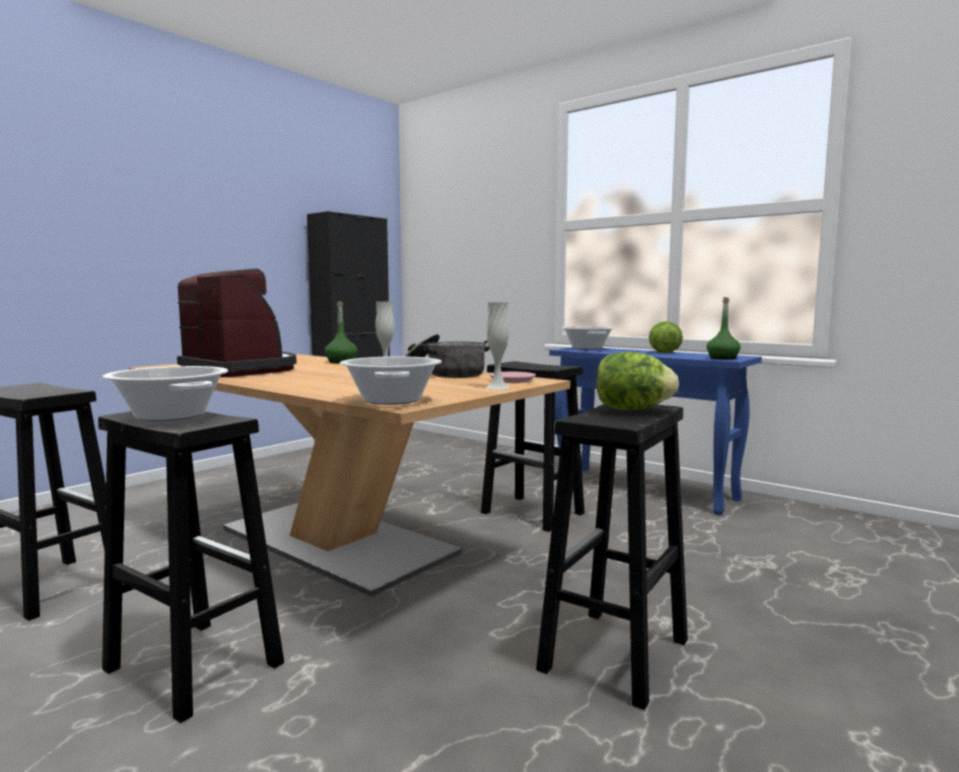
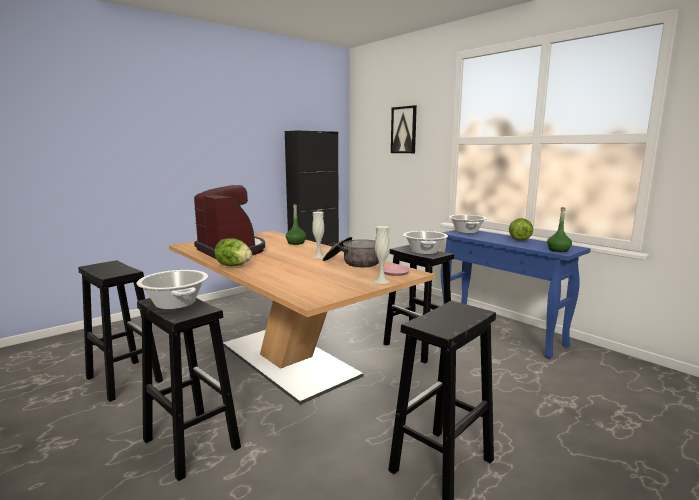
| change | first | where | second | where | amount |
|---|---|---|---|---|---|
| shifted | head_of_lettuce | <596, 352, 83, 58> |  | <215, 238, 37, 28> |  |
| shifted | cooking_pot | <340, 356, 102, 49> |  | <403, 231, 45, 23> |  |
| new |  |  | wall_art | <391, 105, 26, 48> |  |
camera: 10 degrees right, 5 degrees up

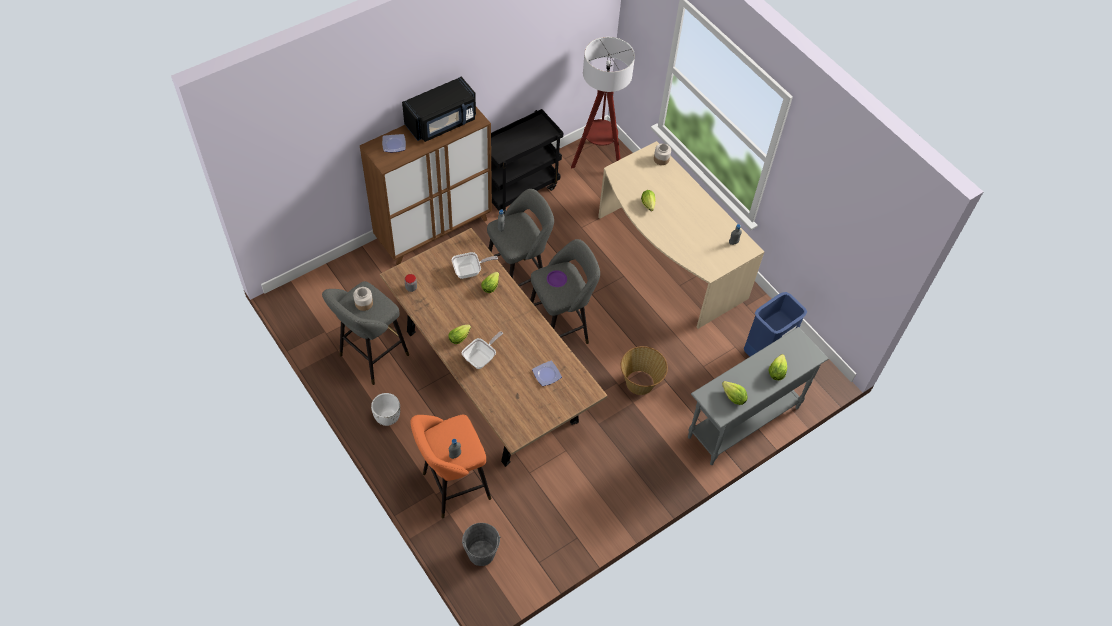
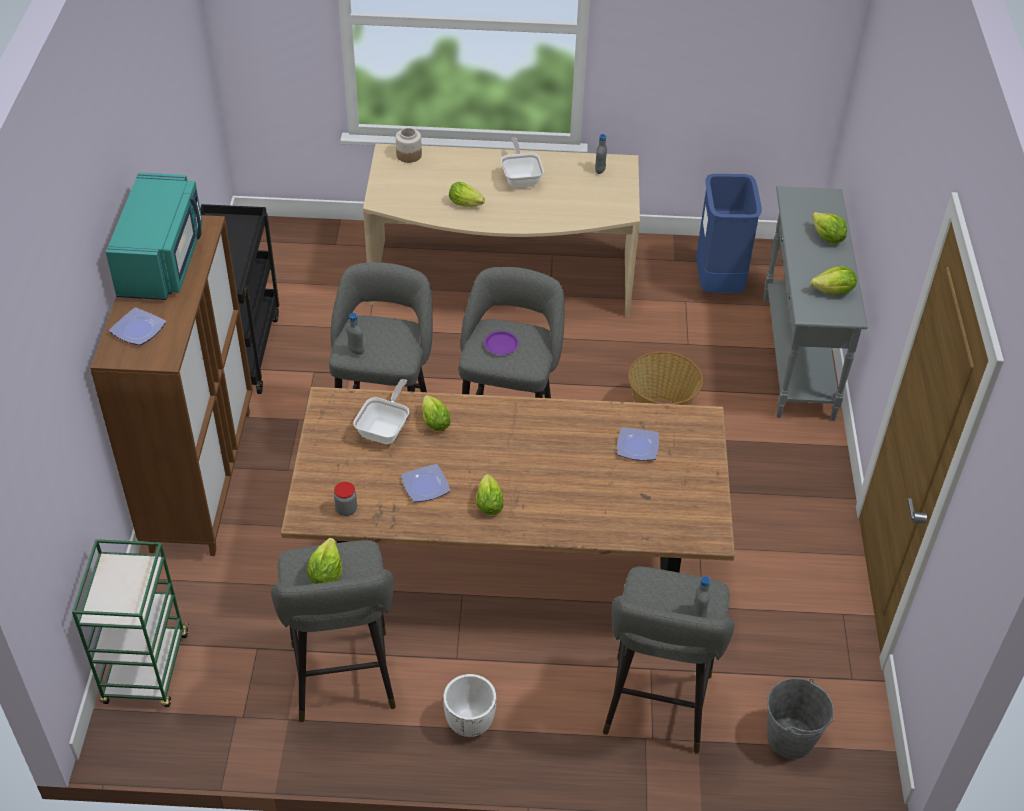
| change | first | where | second | where | amount |
|---|---|---|---|---|---|
| gone | floor_lamp | <571, 37, 64, 131> |  |  |  |
| repainted | black-coloured_microwave_oven | <402, 77, 74, 65> | turquoise-coloured_microwave_oven | <106, 172, 97, 128> |  |
| swapped | preserve_jar | <353, 287, 20, 24> | head_of_lettuce | <306, 538, 36, 46> |  |
| shifted | pan | <462, 331, 41, 38> |  | <501, 137, 43, 51> |  |
| repainted | orangey_sitting_stool | <411, 415, 80, 103> | greyish_sitting_stool | <603, 567, 132, 187> |  |
| new |  |  | dinner_plate | <401, 464, 49, 38> |  |
| new |  |  | greenish_cart | <72, 539, 117, 168> |  |
camera: 50 degrees left, 10 degrees down

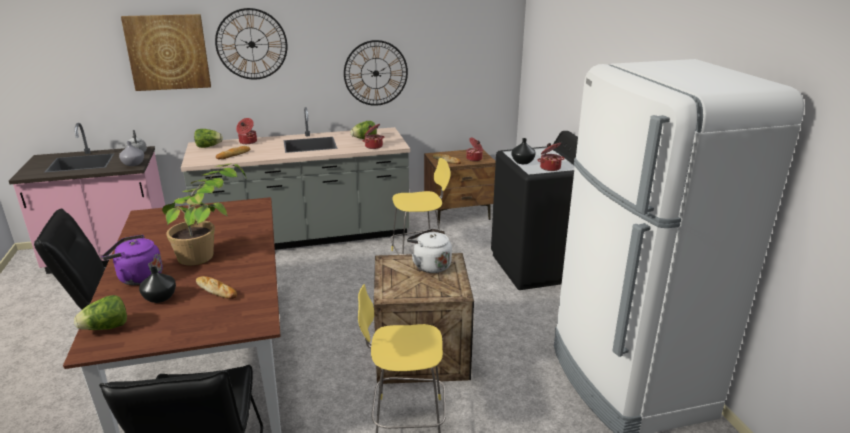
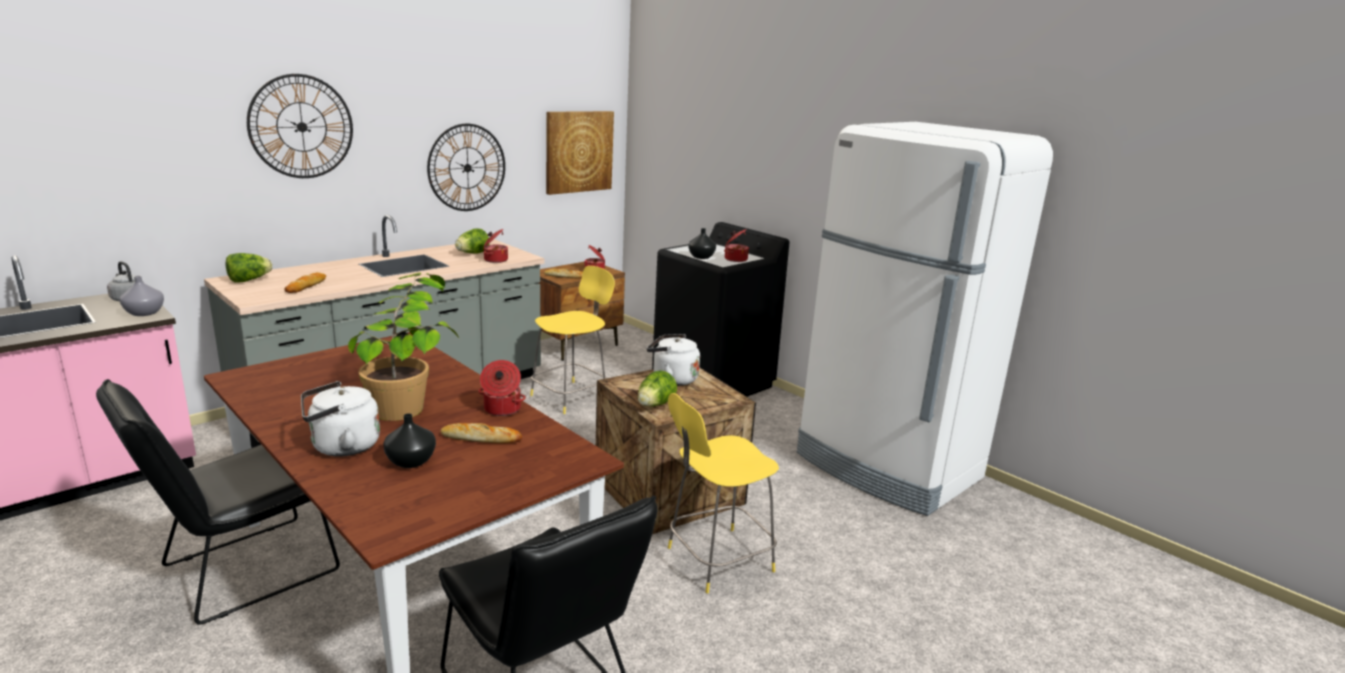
| change | first | where | second | where | amount |
|---|---|---|---|---|---|
| shifted | wall_art | <121, 14, 90, 77> |  | <546, 111, 68, 84> |  |
| shifted | cooking_pot | <236, 118, 21, 26> |  | <478, 360, 48, 56> |  |
| repainted | purplish_tea_kettle | <102, 235, 61, 50> | whitish_tea_kettle | <301, 381, 79, 75> |  |
| shifted | head_of_lettuce | <74, 295, 53, 35> |  | <638, 370, 39, 37> |  |
camera: 30 degrees left, 5 degrees down

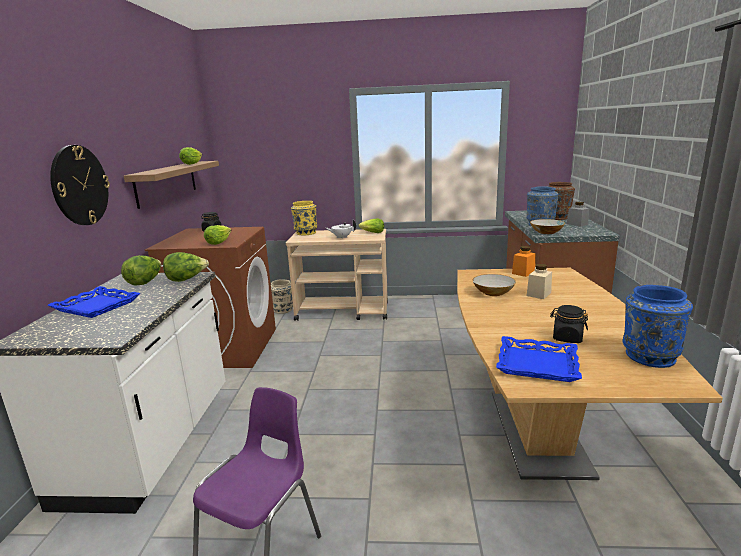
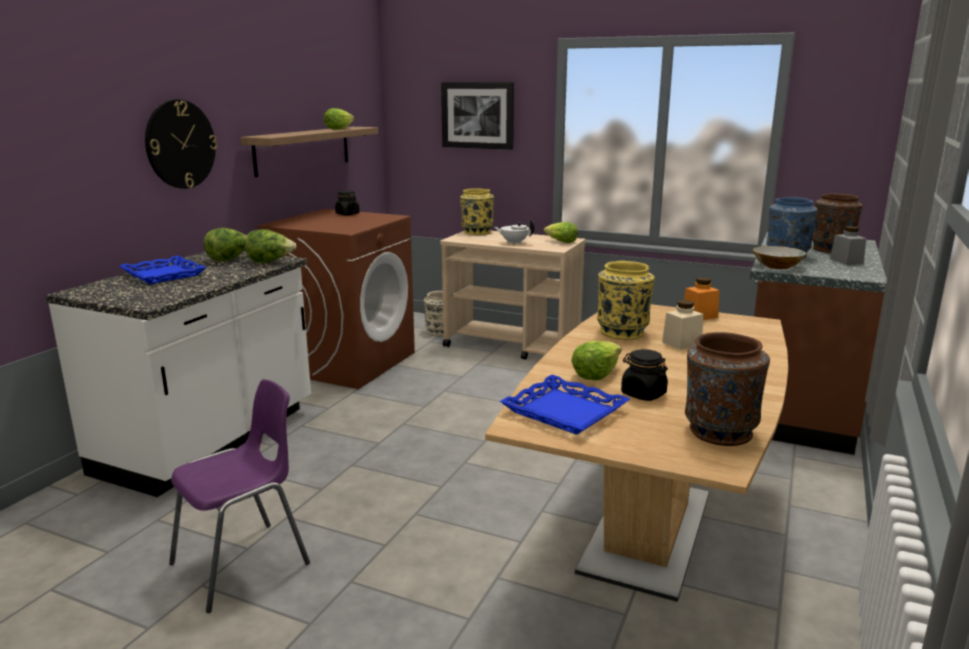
| change | first | where | second | where | amount |
|---|---|---|---|---|---|
| shifted | head_of_lettuce | <204, 225, 27, 20> |  | <571, 341, 51, 39> |  |
| swapped | deep_dish | <473, 274, 43, 22> | yellow_vase | <597, 261, 58, 79> |  |
| repainted | bluish_vase | <622, 285, 71, 83> | brown-coloured_vase | <685, 332, 85, 114> |  |
| new |  |  | wall_art | <441, 82, 73, 68> |  |
camera: 20 degrees right, 0 degrees up

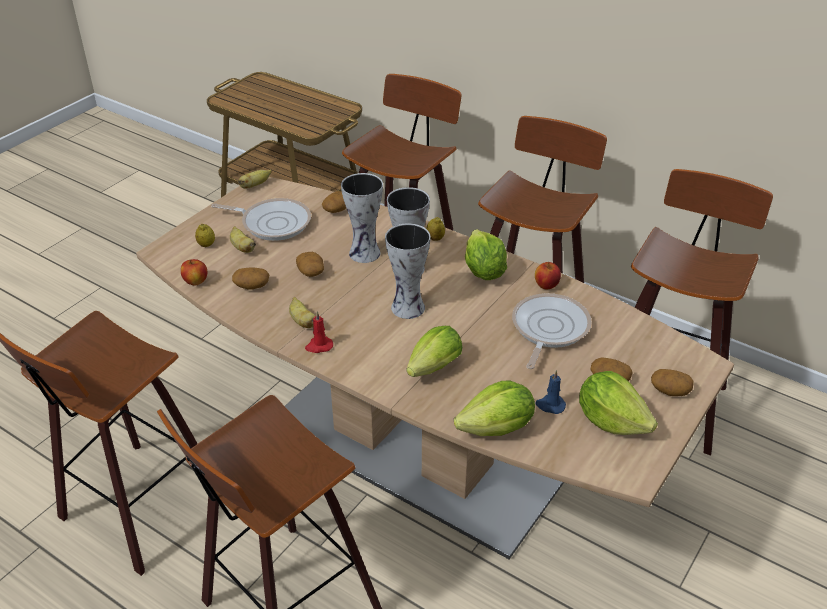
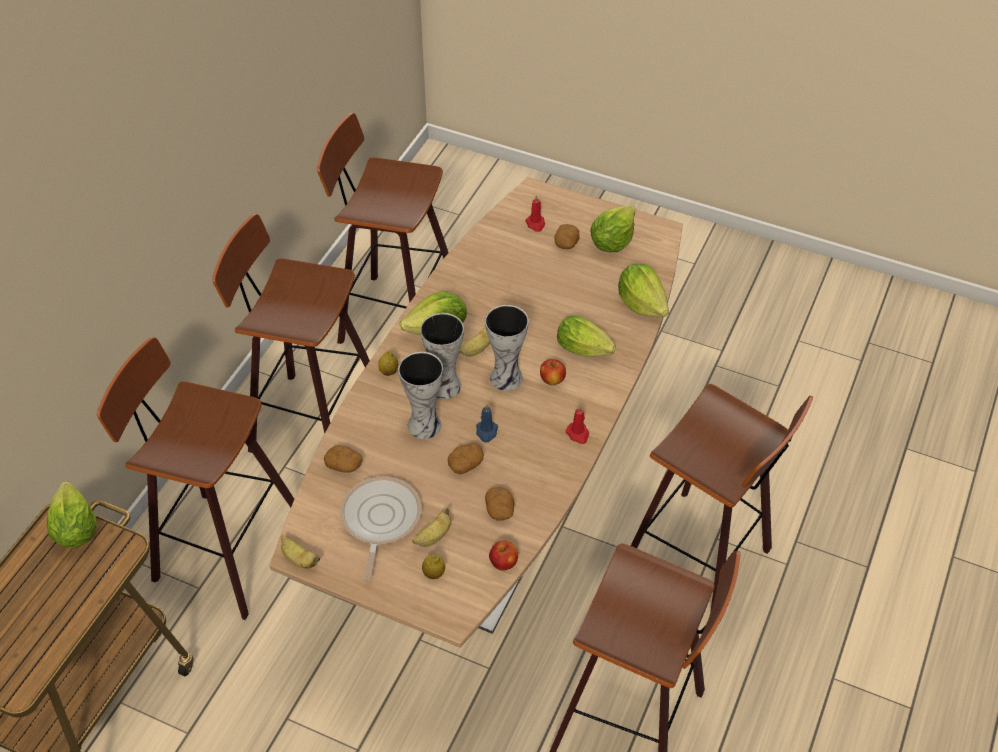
| change | first | where | second | where | amount |
|---|---|---|---|---|---|
| shifted | whole_apple | <535, 262, 26, 27> |  | <540, 359, 26, 26> |  |
| gone | pan | <512, 293, 80, 76> |  |  |  |
| shifted | banana_fruit | <289, 297, 27, 31> |  | <459, 327, 31, 30> |  |
| gone | spud | <651, 369, 43, 27> |  |  |  |
| shifted | bluish_candle | <535, 370, 31, 44> |  | <476, 404, 22, 39> |  |
| new |  |  | red-coloured_candle | <525, 195, 20, 37> |  |
| new |  |  | head_of_lettuce | <47, 481, 50, 67> |  |
camera: 100 degrees left, 10 degrees up

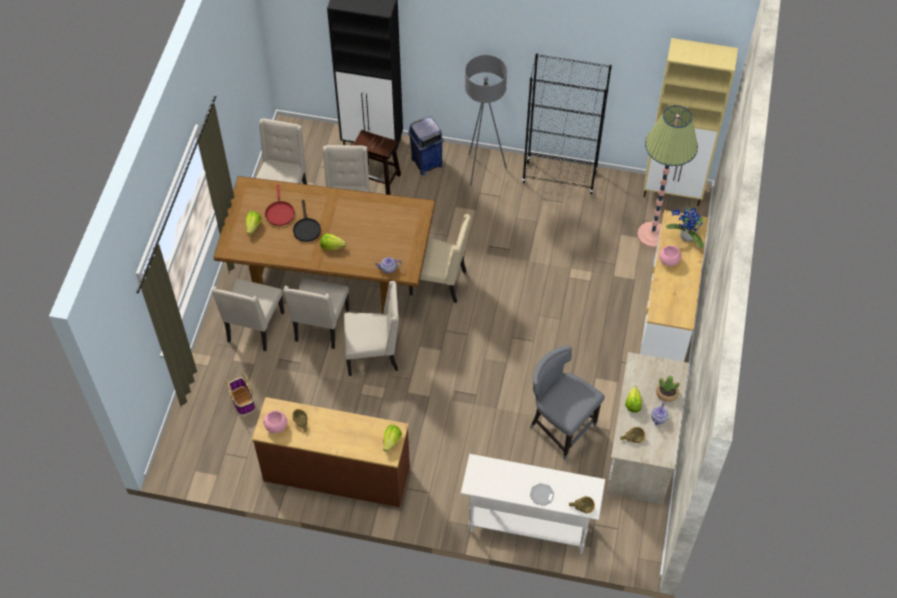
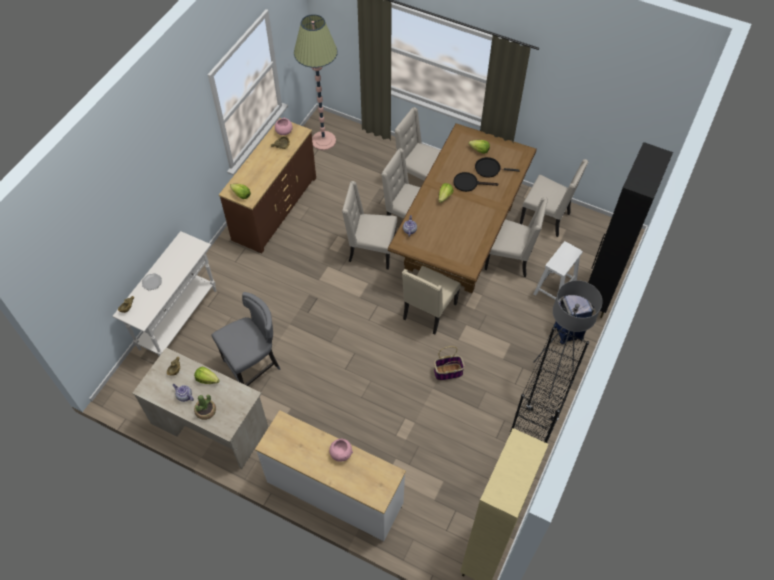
| change | first | where | second | where | amount |
|---|---|---|---|---|---|
| shifted | floor_lamp | <637, 105, 61, 143> |  | <294, 14, 44, 136> |  |
| repainted | brown-coloured_sitting_stool | <353, 130, 48, 65> | whitish_sitting_stool | <533, 241, 50, 61> |  |
| repainted | red-coloured_pan | <265, 184, 30, 42> | black-coloured_pan | <475, 157, 44, 21> |  |
| gone | plant_in_a_pot | <666, 205, 38, 43> |  |  |  |
| rotated | beige-coloured_plain_chair | <344, 281, 55, 95> |  | <342, 181, 55, 89> | 90 degrees clockwise |
| shifted | storage_basket | <226, 373, 29, 42> |  | <434, 346, 31, 35> |  |
camera: 105 degrees right, 0 degrees up

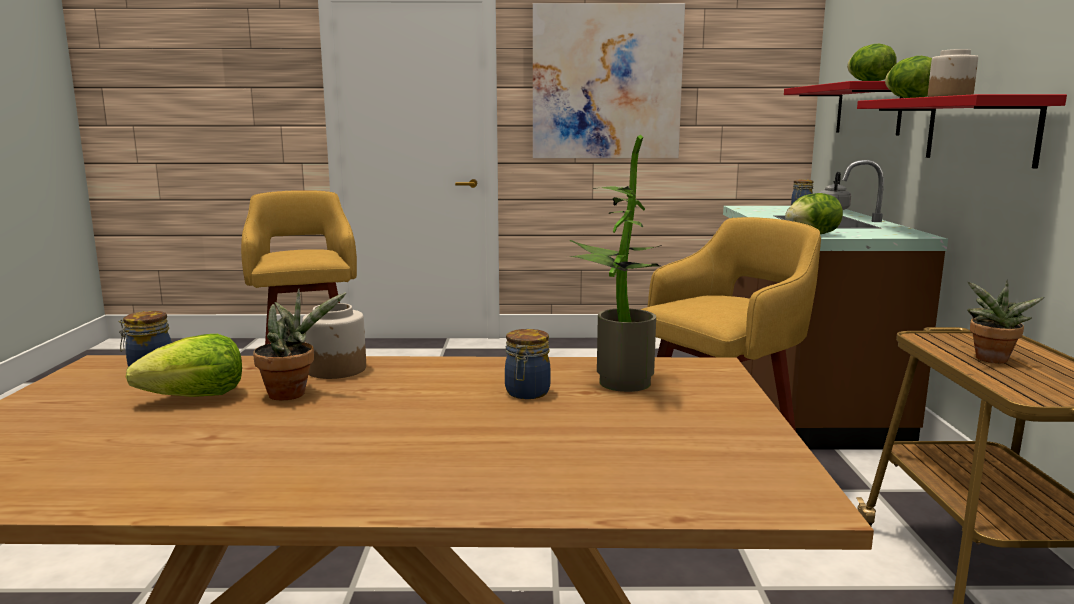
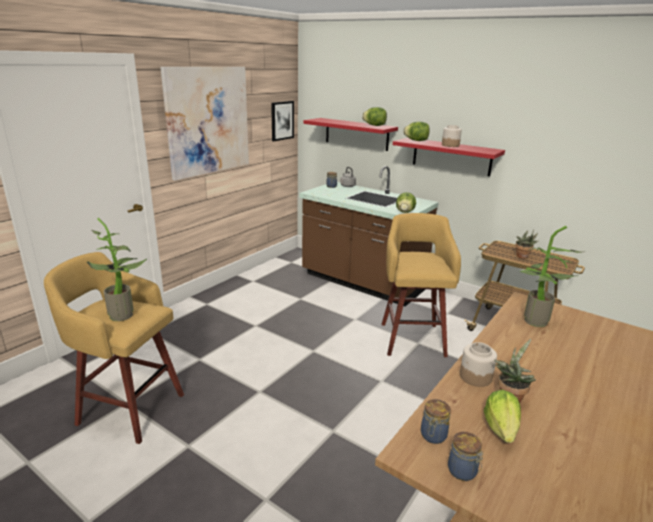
| change | first | where | second | where | amount |
|---|---|---|---|---|---|
| shifted | preserve_jar | <505, 329, 46, 70> |  | <448, 432, 36, 49> |  |
| new |  |  | wall_art | <271, 101, 23, 40> |  |
| new |  |  | plant_in_a_pot | <87, 218, 60, 103> |  |
camera: 55 degrees left, 10 degrees up

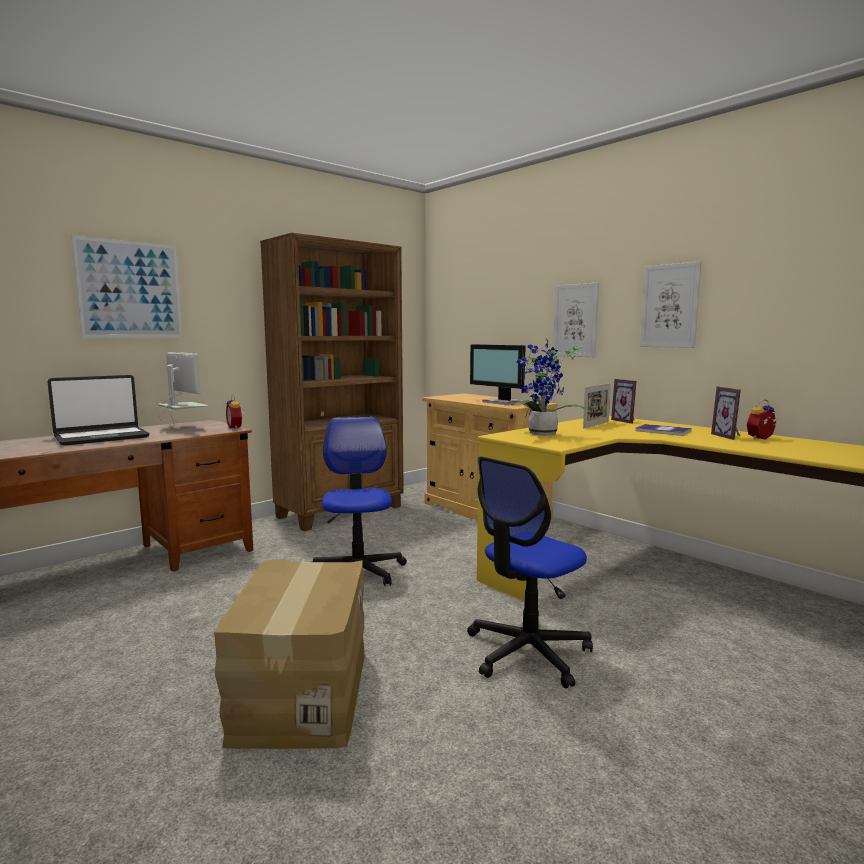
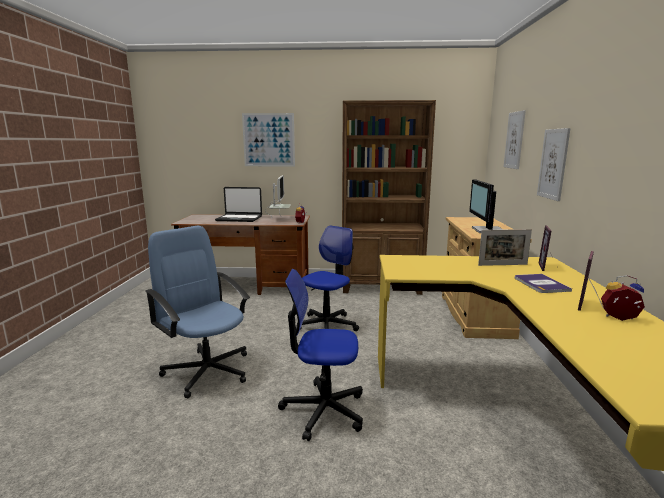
| change | first | where | second | where | amount |
|---|---|---|---|---|---|
| shifted | wall_art | <640, 261, 62, 87> |  | <503, 110, 23, 59> |  |
| gone | plant_in_a_pot | <511, 339, 81, 97> |  |  |  |
| swapped | packing_box | <214, 560, 151, 189> | bluish_office_chair | <145, 226, 105, 172> |  |
camera: 45 degrees right, 5 degrees up

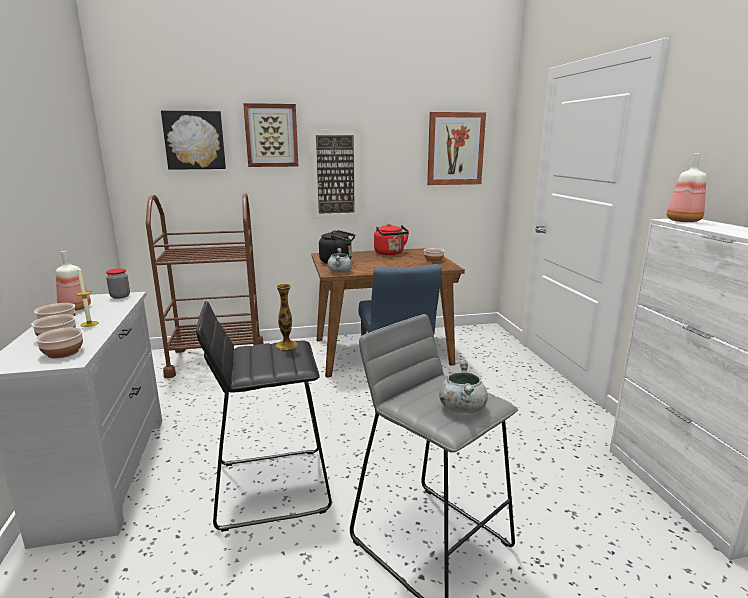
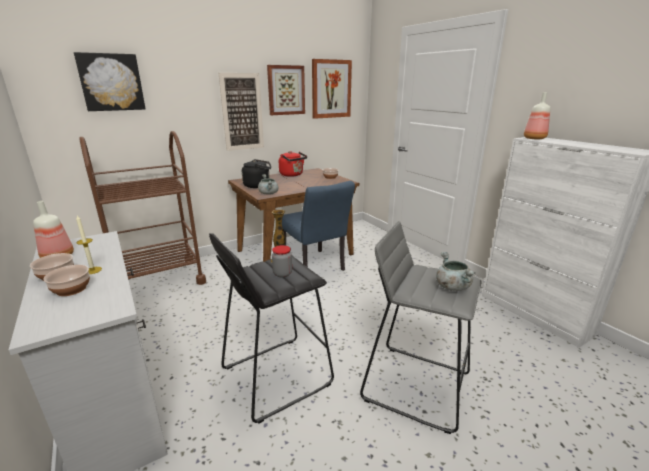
| change | first | where | second | where | amount |
|---|---|---|---|---|---|
| shifted | wall_art | <243, 103, 56, 64> |  | <267, 65, 38, 50> |  |
| shifted | preserve_jar | <106, 268, 24, 31> |  | <272, 245, 20, 32> |  |
| gone | deep_dish | <35, 327, 48, 31> |  |  |  |
camera: 20 degrees left, 5 degrees up

